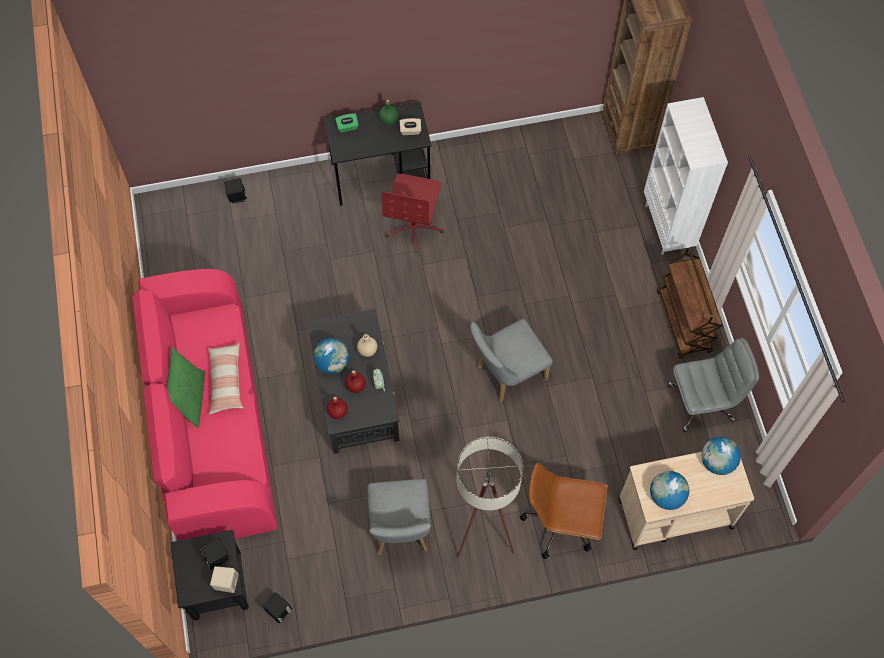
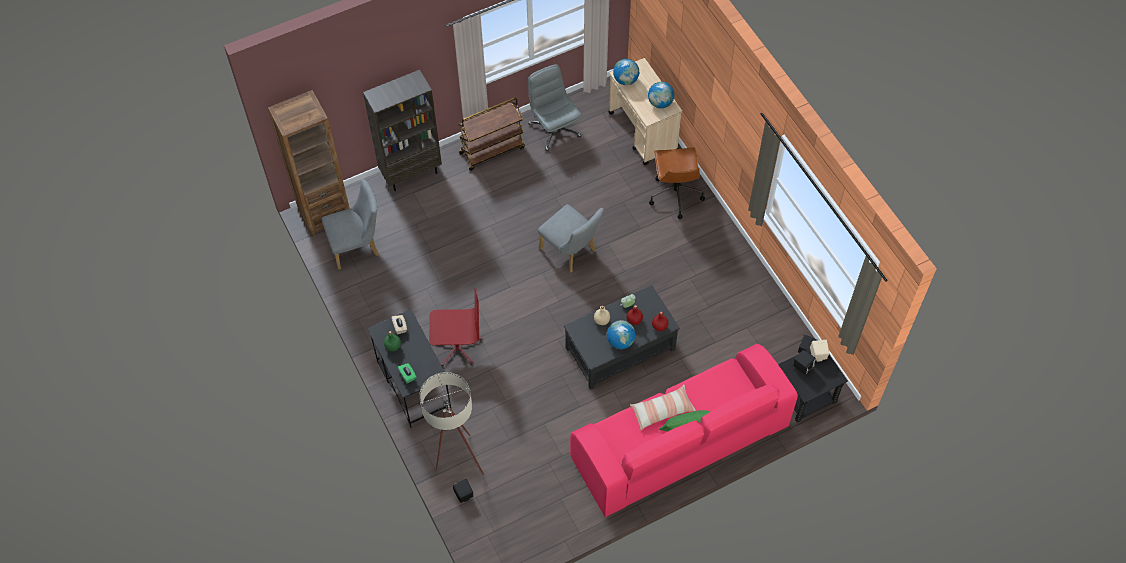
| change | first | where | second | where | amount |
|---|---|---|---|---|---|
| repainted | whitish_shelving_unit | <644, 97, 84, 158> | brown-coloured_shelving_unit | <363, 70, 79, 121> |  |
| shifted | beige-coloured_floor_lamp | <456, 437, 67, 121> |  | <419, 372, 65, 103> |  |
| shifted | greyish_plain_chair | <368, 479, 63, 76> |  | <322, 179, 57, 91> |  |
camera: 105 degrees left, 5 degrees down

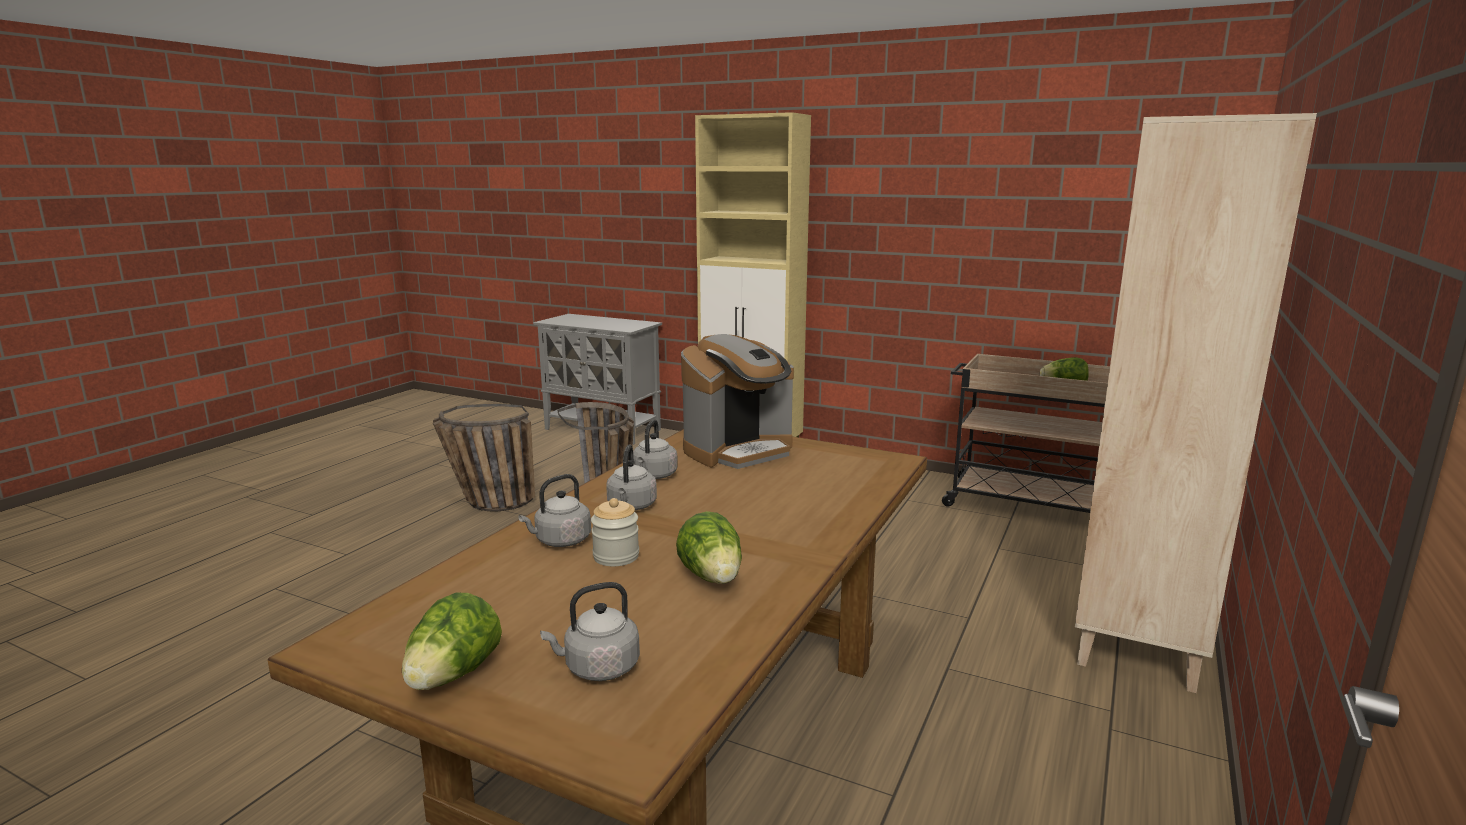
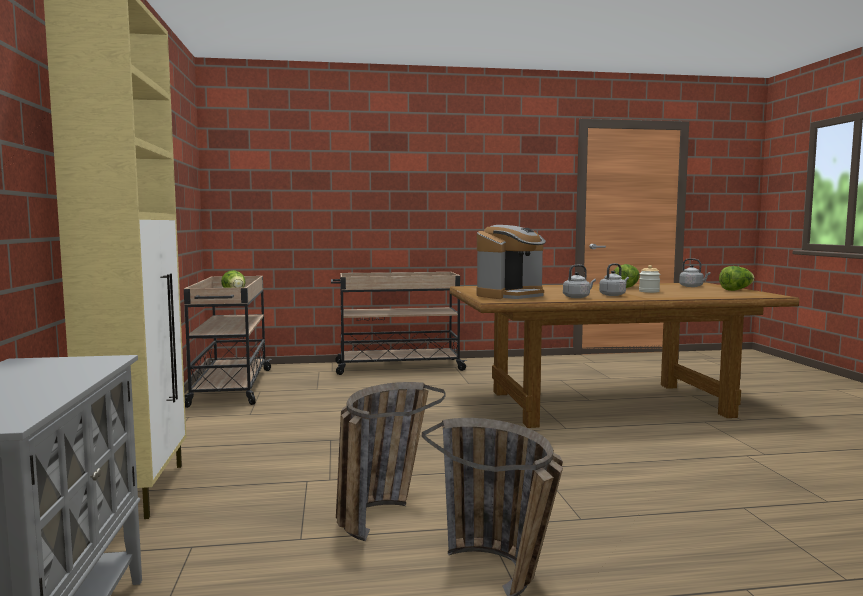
| change | first | where | second | where | amount |
|---|---|---|---|---|---|
| swapped | beige-coloured_shelving_unit | <1075, 113, 242, 580> | beige-coloured_cart | <331, 272, 136, 103> |  |
| rotated | coffee_maker | <681, 334, 113, 135> |  | <477, 225, 69, 74> | 120 degrees clockwise |
| gone | greyish_tea_kettle | <518, 474, 73, 73> |  |  |  |
camera: 125 degrees left, 10 degrees down

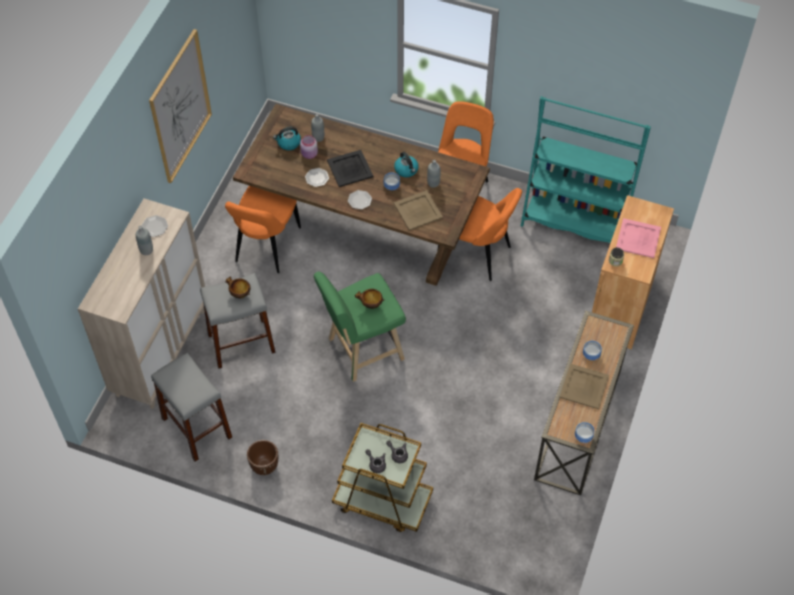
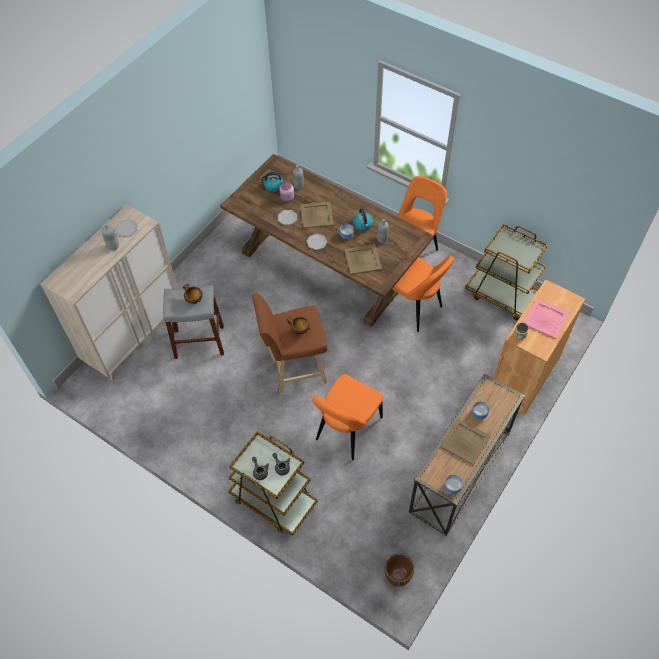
| change | first | where | second | where | amount |
|---|---|---|---|---|---|
| gone | wall_art | <149, 29, 63, 154> |  |  |  |
| swapped | turquoise-coloured_shelving_unit | <521, 96, 130, 147> | brown-coloured_cart | <465, 224, 82, 97> |  |
| repainted | black-coloured_serving_tray | <327, 150, 46, 37> | beige-coloured_serving_tray | <300, 202, 34, 27> |  |
| shifted | orangey_plain_chair | <225, 186, 76, 87> |  | <312, 374, 71, 86> |  |
| repainted | greenish_sitting_stool | <314, 272, 92, 110> | brown-coloured_sitting_stool | <252, 293, 75, 100> |  |
| gone | greyish_sitting_stool | <151, 353, 81, 109> |  |  |  |
| shifted | brown-coloured_planter | <247, 440, 31, 35> |  | <385, 553, 29, 34> |  |
camera: 15 degrees right, 0 degrees up

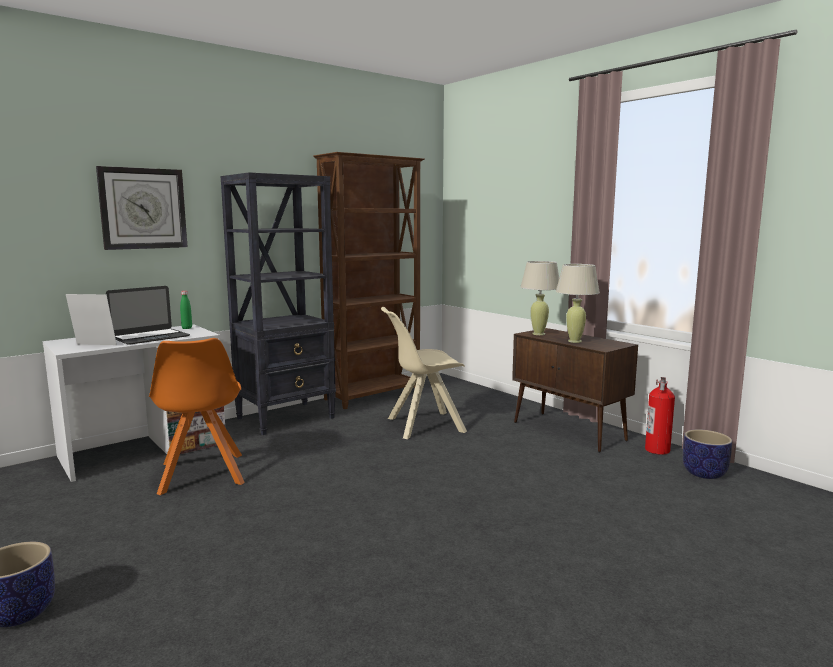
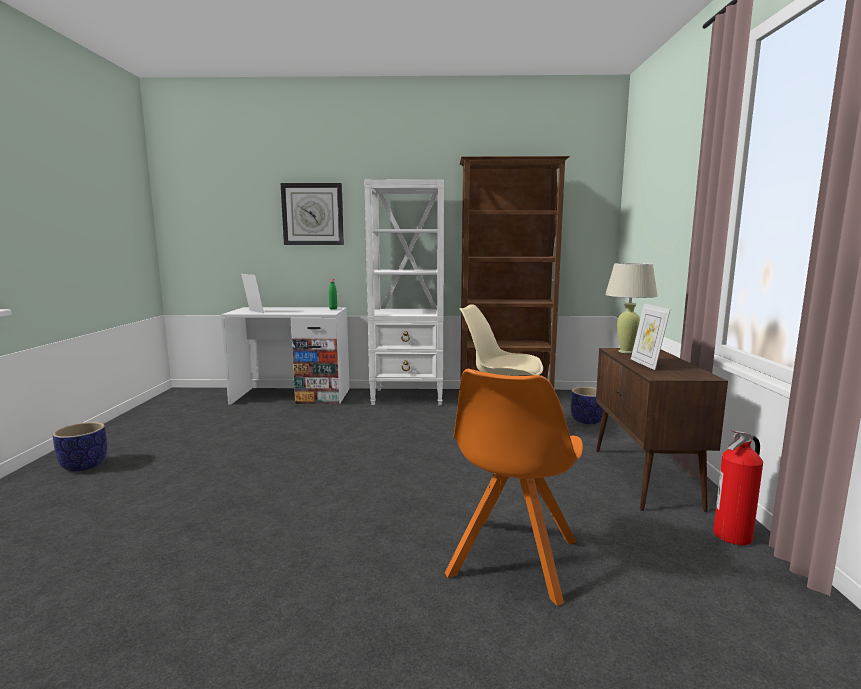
| change | first | where | second | where | amount |
|---|---|---|---|---|---|
| repainted | black-coloured_shelving_unit | <221, 172, 115, 263> | whitish_shelving_unit | <364, 179, 80, 226> |  |
| swapped | beige-coloured_table_lamp | <556, 264, 44, 79> | picture_frame | <631, 304, 39, 66> |  |
| gone | notebook_computer | <106, 286, 84, 59> |  |  |  |
| shifted | orangey_plain_chair | <149, 338, 96, 157> |  | <445, 369, 138, 237> |  |
| shifted | planter | <683, 430, 49, 49> |  | <571, 387, 32, 37> |  |
camera: 40 degrees right, 0 degrees up

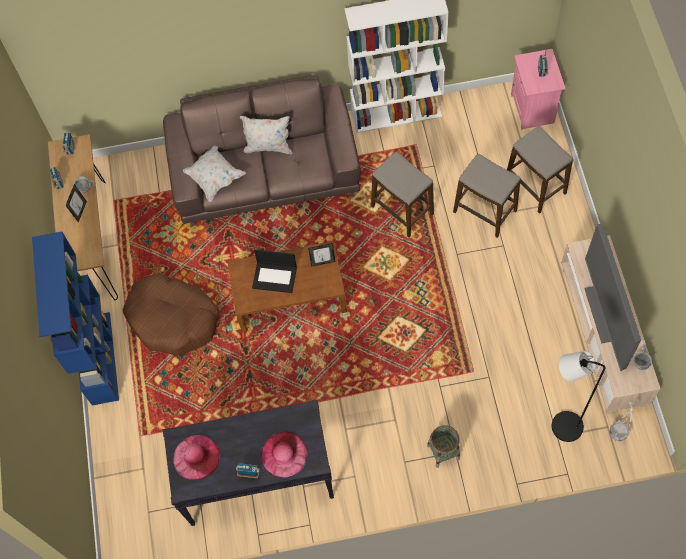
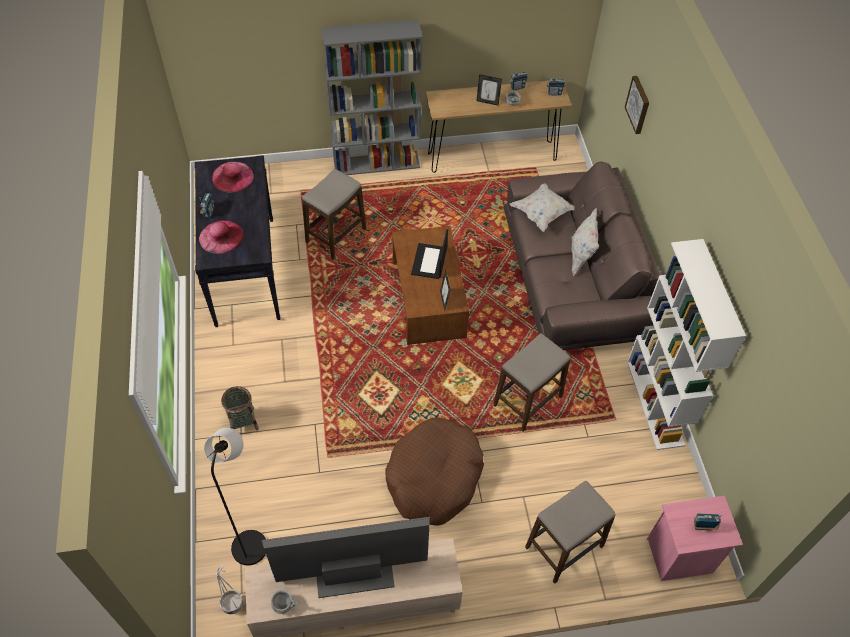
| change | first | where | second | where | amount |
|---|---|---|---|---|---|
| shifted | sitting_stool | <453, 154, 68, 84> |  | <302, 169, 64, 90> |  |
| repainted | bluish_shelving_unit | <32, 231, 87, 175> | greyish_shelving_unit | <322, 20, 101, 155> |  |
| shifted | brown-coloured_dog_bed | <122, 273, 98, 82> |  | <385, 417, 99, 109> |  |
| new |  |  | wall_art | <625, 76, 24, 58> |  |
camera: 85 degrees right, 10 degrees down

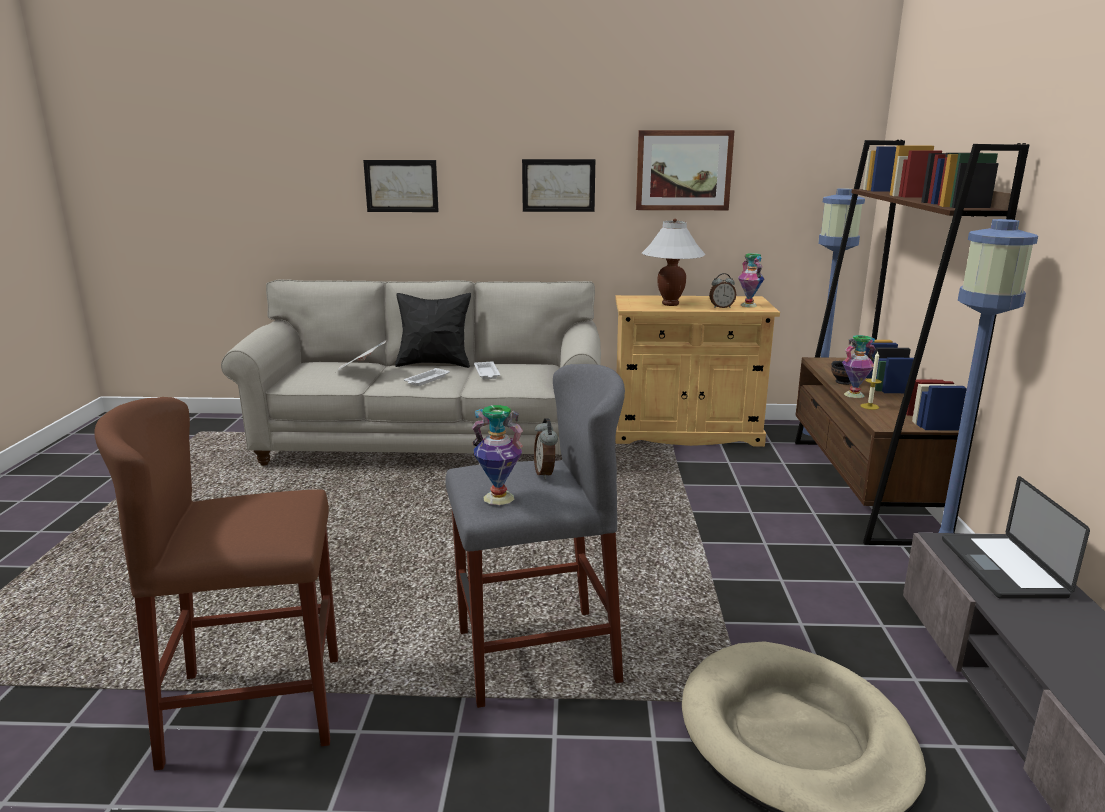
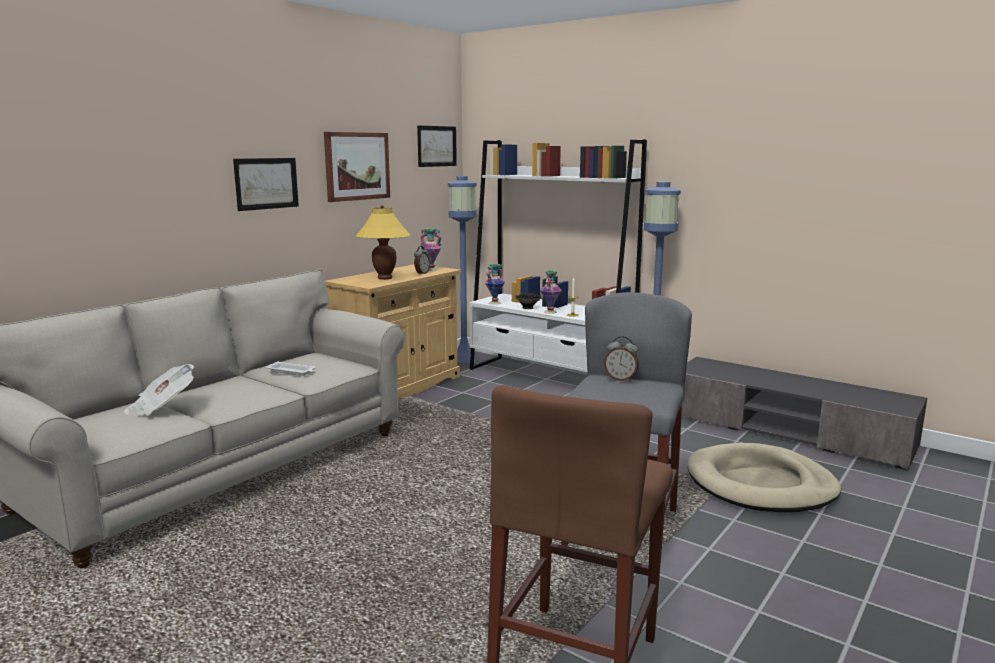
| change | first | where | second | where | amount |
|---|---|---|---|---|---|
| repainted | brown-coloured_shelving_unit | <795, 140, 234, 406> | whitish_shelving_unit | <469, 139, 178, 233> |  |
| shifted | wall_art | <363, 160, 76, 52> |  | <417, 125, 40, 42> |  |
| repainted | whitish_table_lamp | <642, 219, 63, 87> | yellow_table_lamp | <356, 205, 54, 75> |  |
| gone | black-coloured_pillow | <395, 293, 76, 75> |  |  |  |
| gone | whitish_serving_tray | <404, 368, 46, 18> |  |  |  |
| shifted | vase | <471, 405, 52, 100> |  | <485, 264, 20, 41> |  |
| gone | notebook_computer | <942, 476, 148, 123> |  |  |  |
camera: 55 degrees left, 5 degrees down

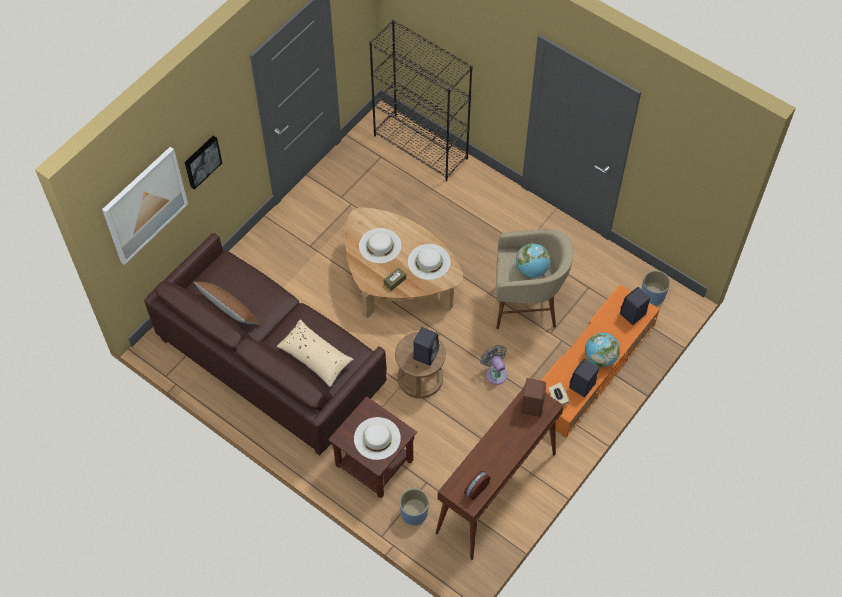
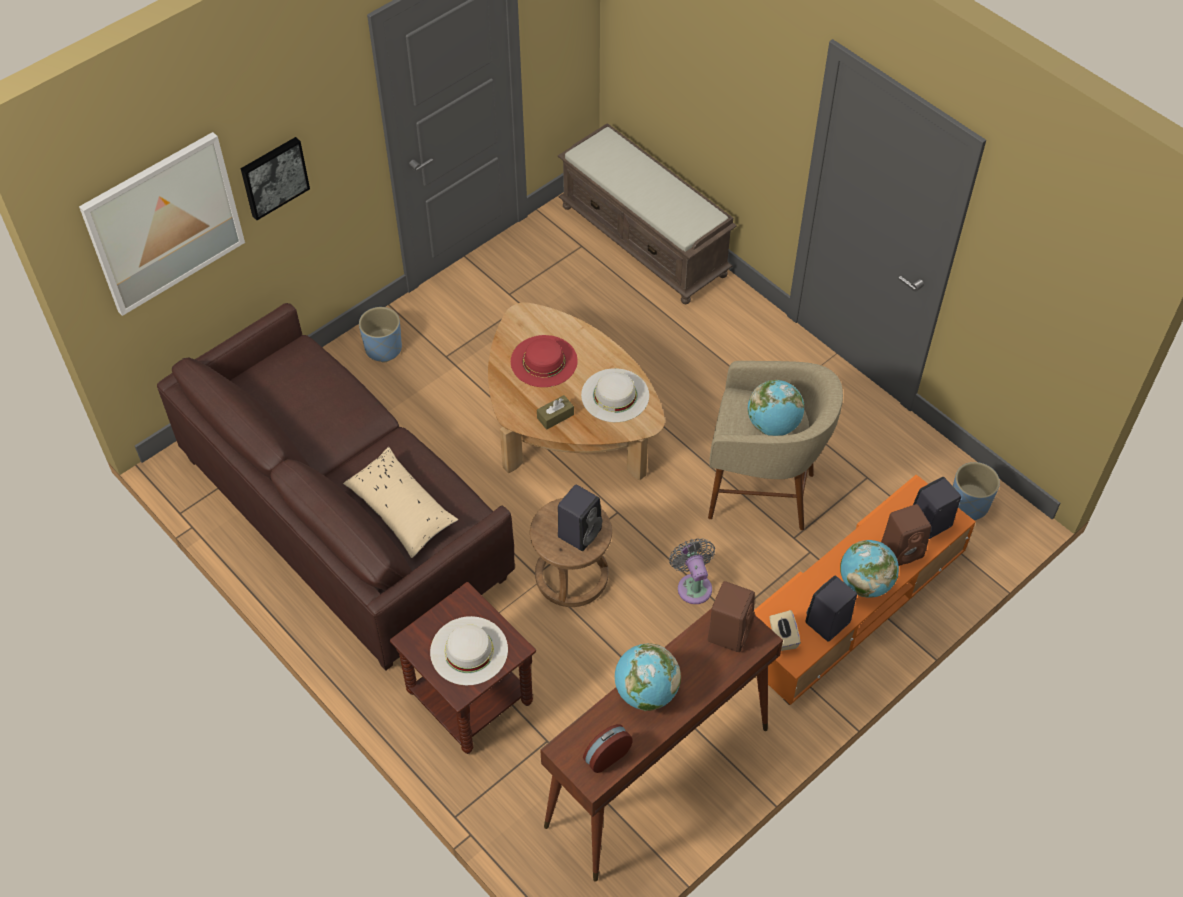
| change | first | where | second | where | amount |
|---|---|---|---|---|---|
| swapped | black-coloured_shelving_unit | <369, 19, 104, 162> | brown-coloured_bench | <558, 123, 179, 181> |  |
| repainted | whitish_clothing_hat | <359, 228, 42, 36> | red-coloured_clothing_hat | <511, 335, 67, 52> |  |
| gone | brown-coloured_pillow | <194, 281, 67, 44> |  |  |  |
| shifted | bluish_planter | <399, 488, 30, 37> |  | <359, 307, 43, 56> |  |
| new |  |  | brown-coloured_loudspeaker | <881, 504, 50, 62> |  |
| new |  |  | desk_globe | <615, 643, 66, 68> |  |
camera: 10 degrees right, 5 degrees down

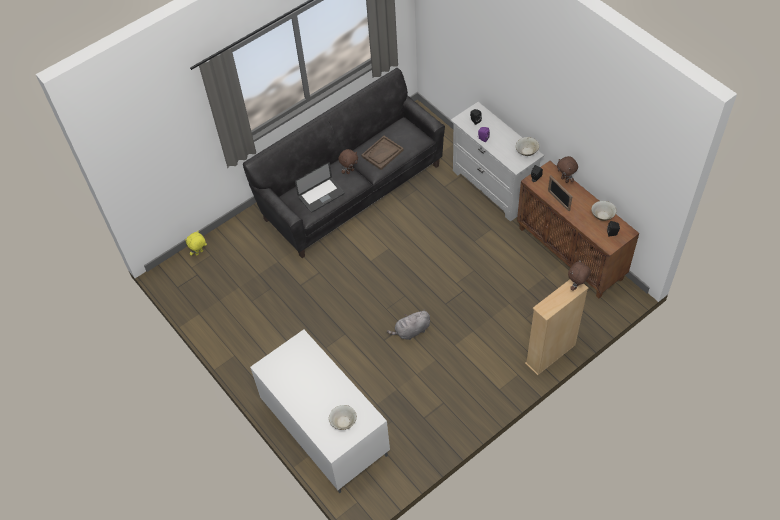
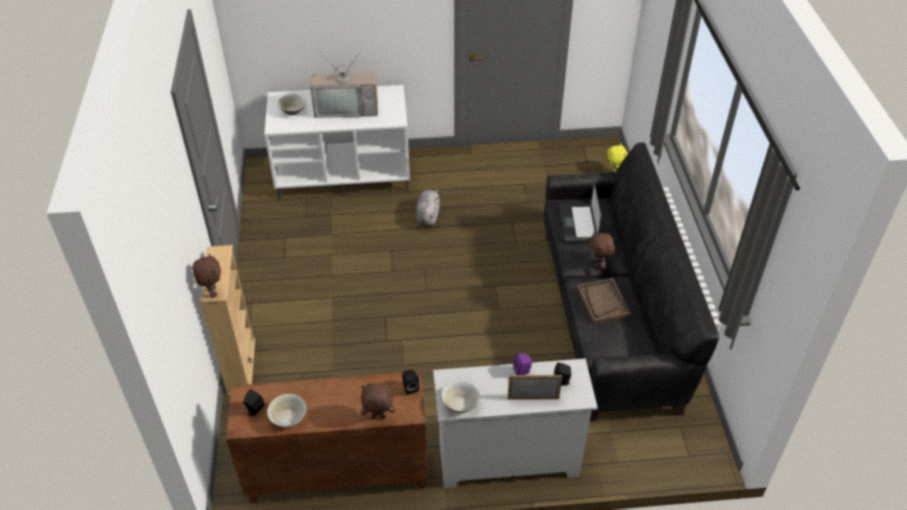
| change | first | where | second | where | amount |
|---|---|---|---|---|---|
| shifted | picture_frame | <548, 175, 25, 36> |  | <508, 375, 54, 25> |  |
| shifted | greyish_cuddly_toy | <387, 309, 43, 31> |  | <416, 190, 24, 36> |  |
| new |  |  | TV_set | <310, 50, 68, 68> |  |
camera: 120 degrees right, 10 degrees down

